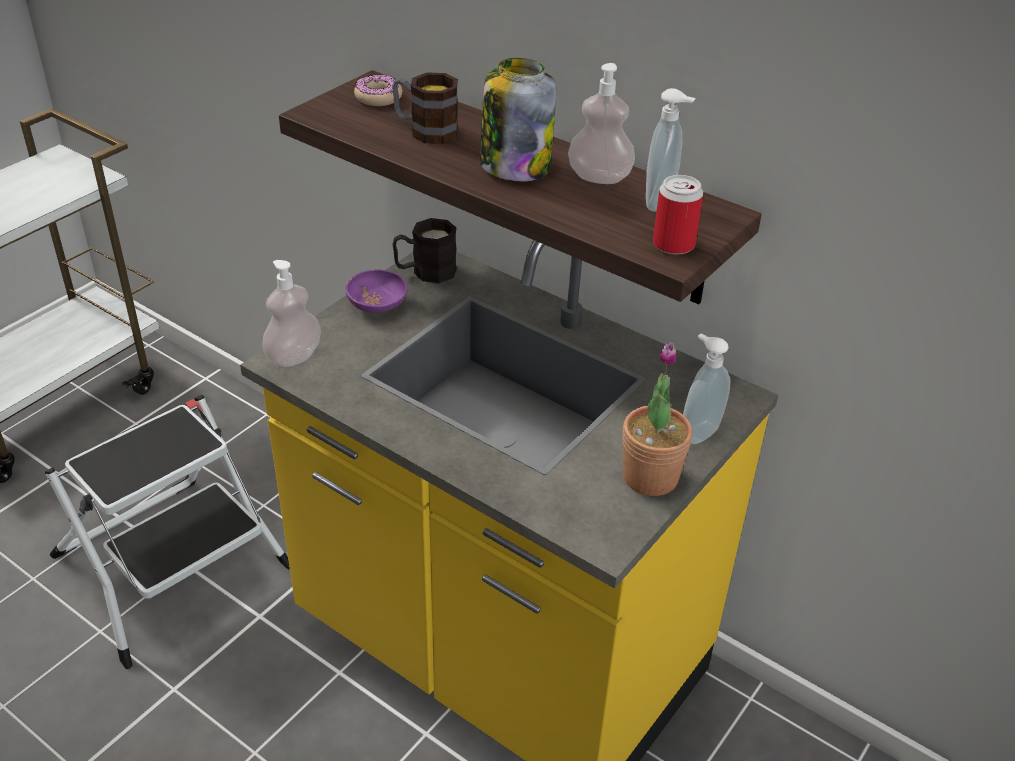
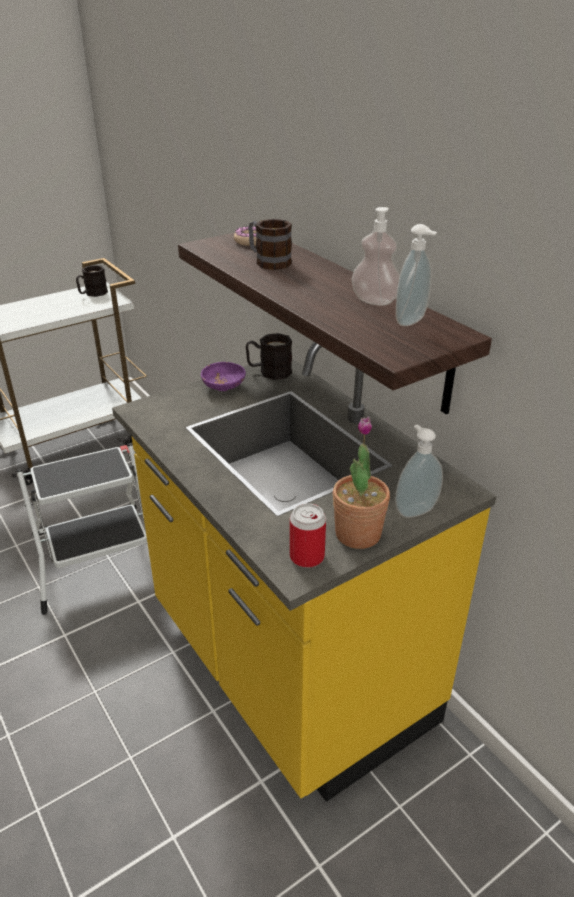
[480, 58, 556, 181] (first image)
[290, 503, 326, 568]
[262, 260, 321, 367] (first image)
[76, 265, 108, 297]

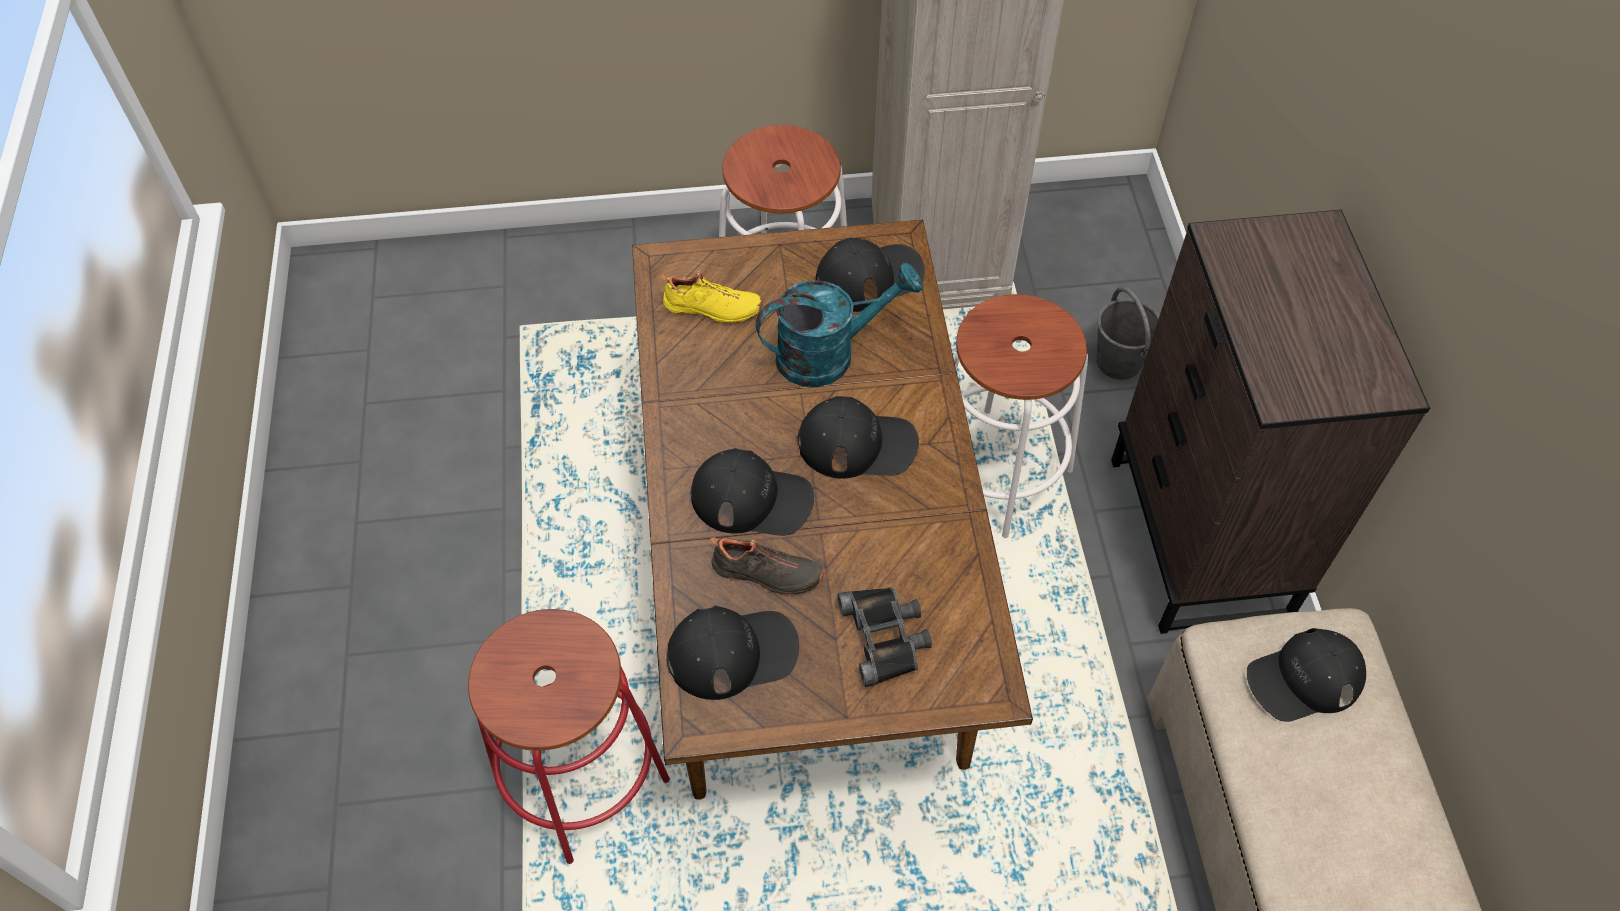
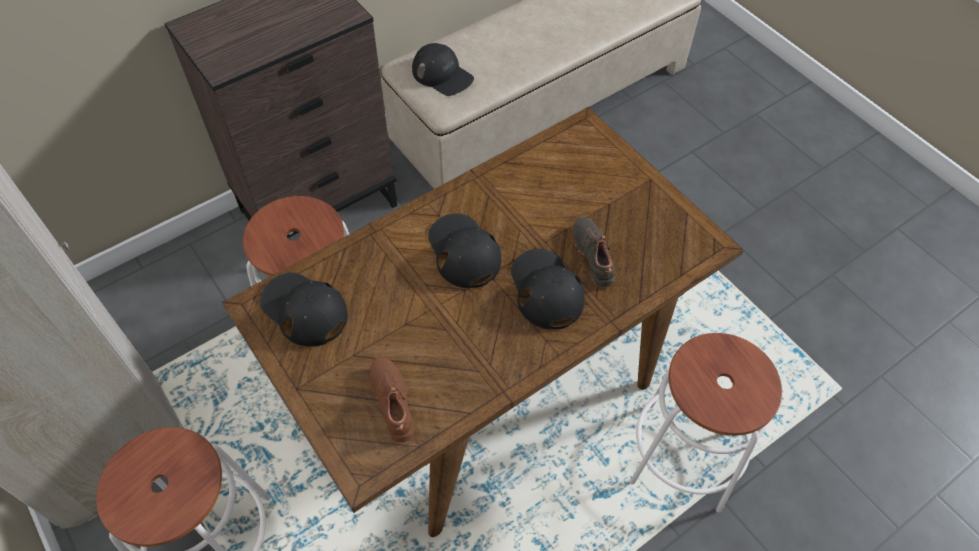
[756, 263, 923, 387] (first image)
[370, 356, 414, 442]
[1096, 286, 1160, 380] (first image)
[838, 587, 932, 687] (first image)
[666, 606, 799, 700] (first image)
[630, 333, 782, 513]

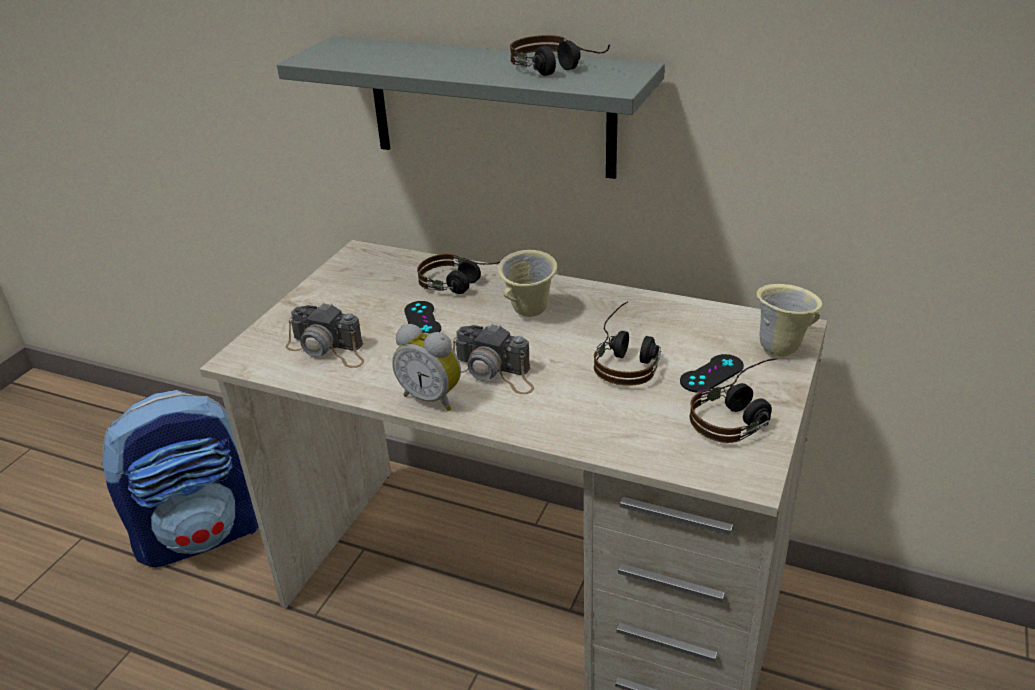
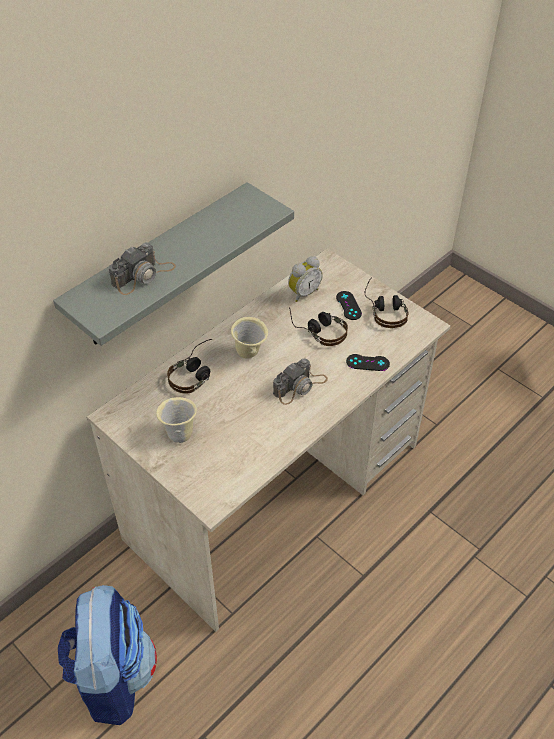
[510, 35, 610, 76] (first image)
[156, 397, 197, 443]
[346, 354, 390, 371]
[109, 242, 176, 295]
[288, 256, 323, 302]

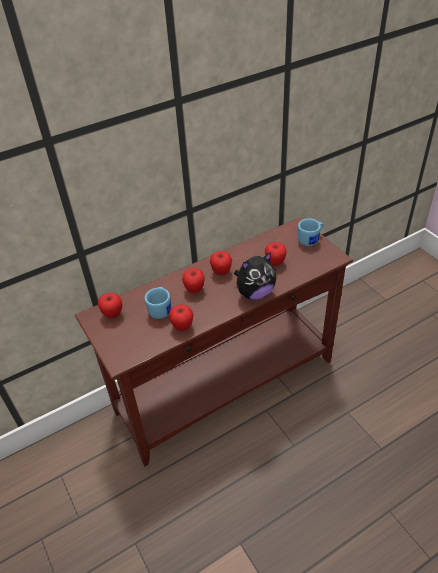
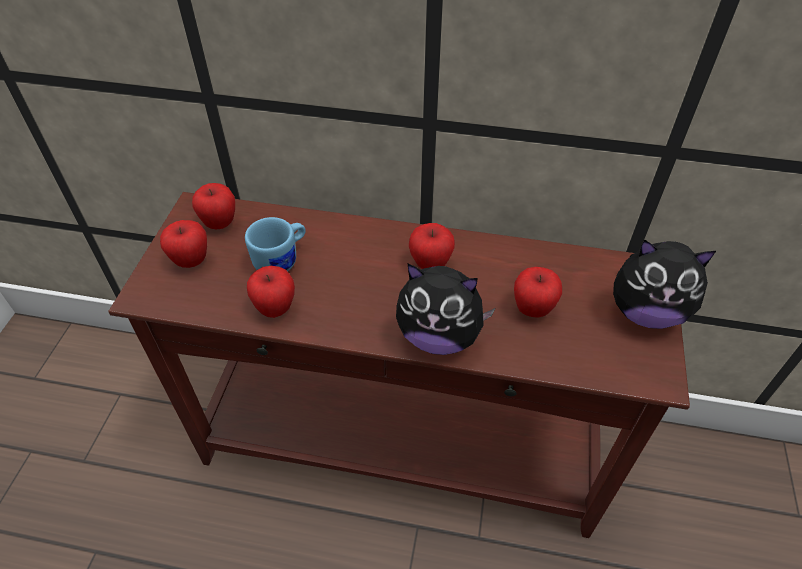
[613, 239, 716, 329]
[160, 220, 207, 268]

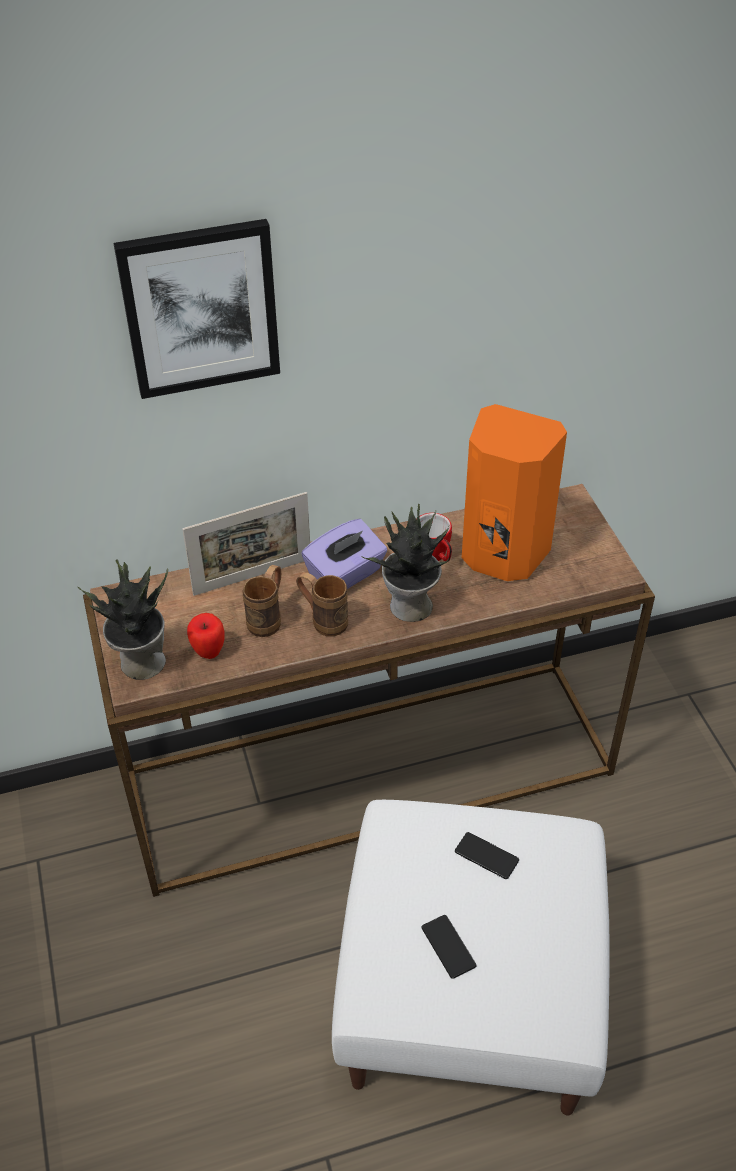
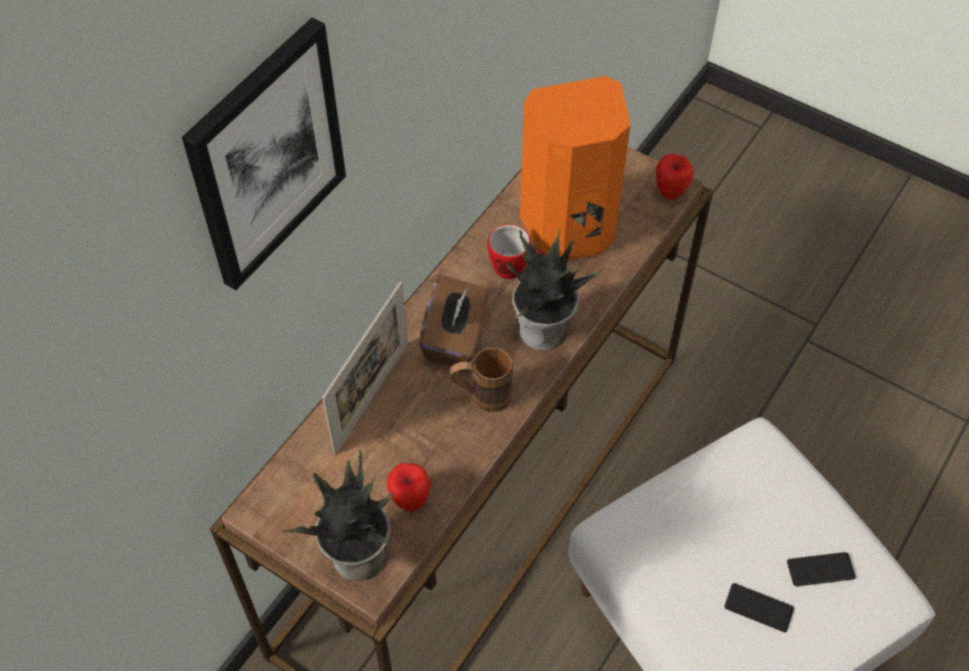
[419, 274, 488, 365]
[243, 565, 281, 637] (first image)
[787, 552, 855, 586]
[656, 154, 694, 200]

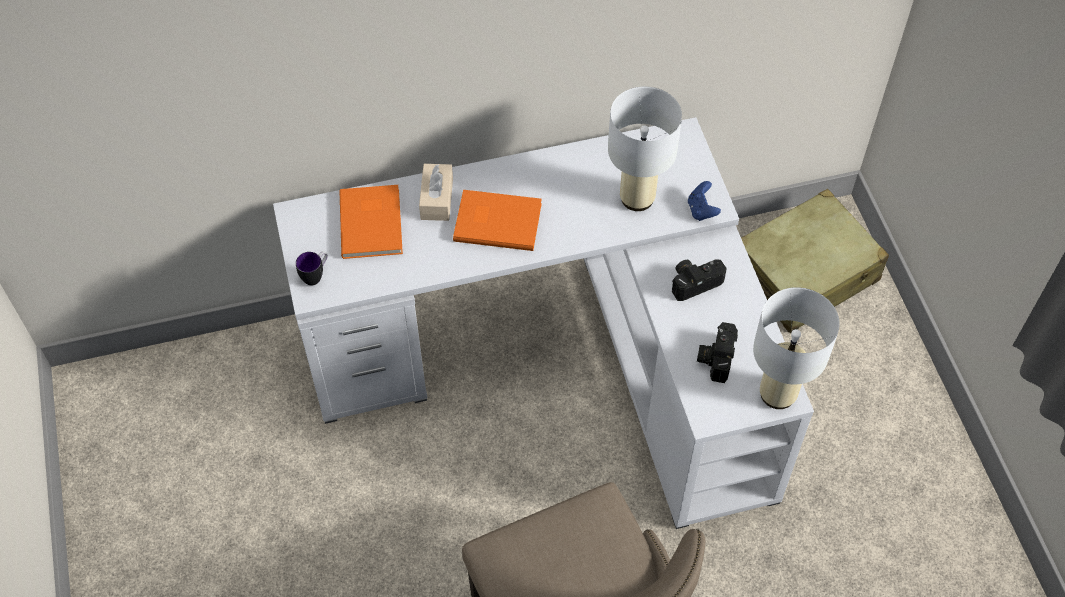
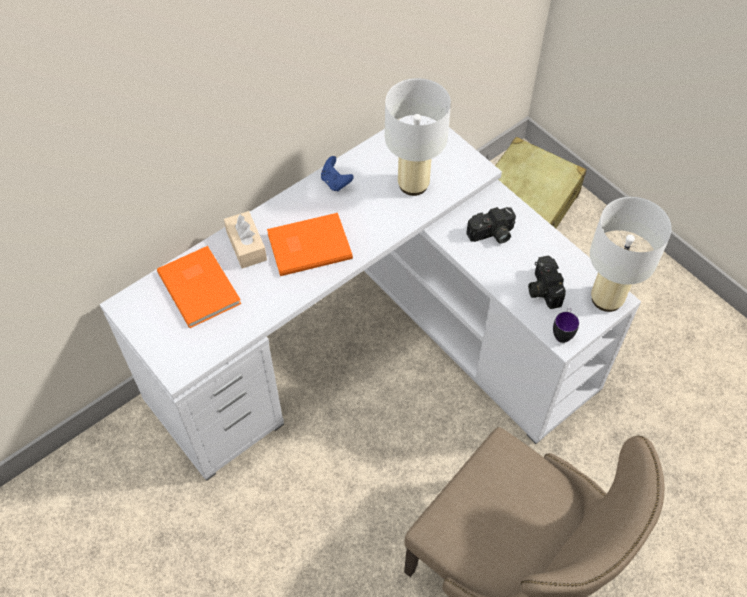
[321, 156, 354, 192]
[553, 308, 579, 343]
[466, 207, 516, 243]

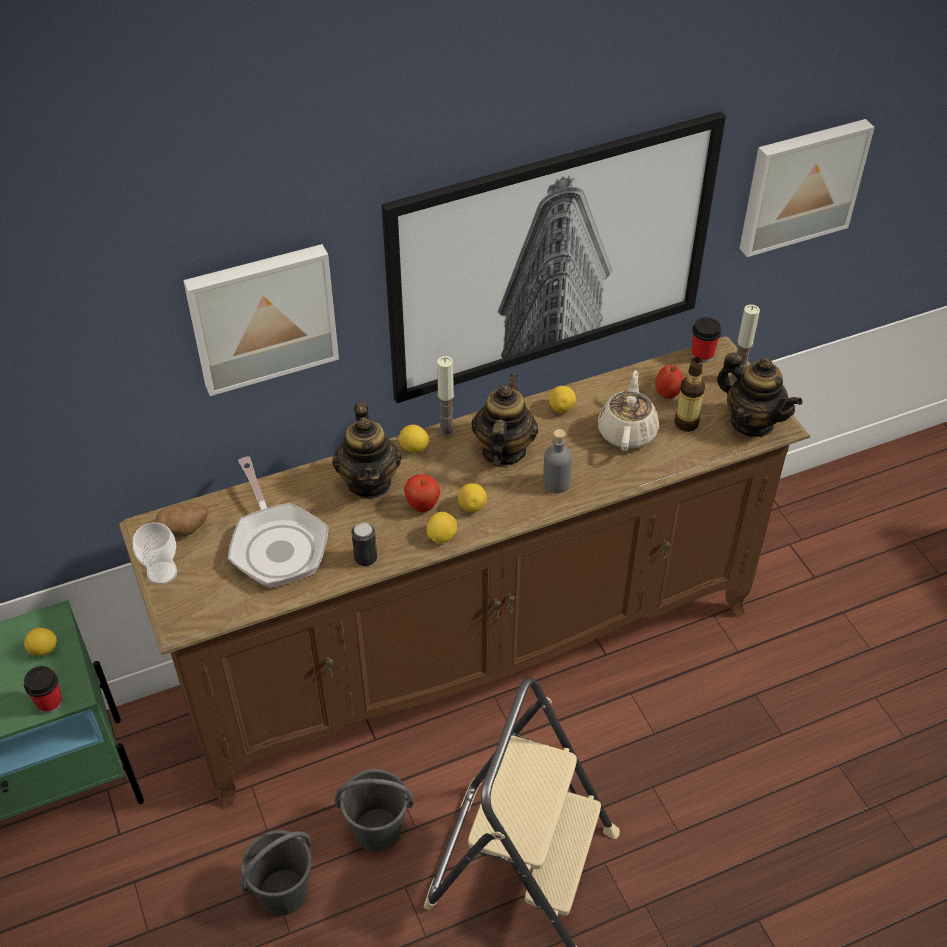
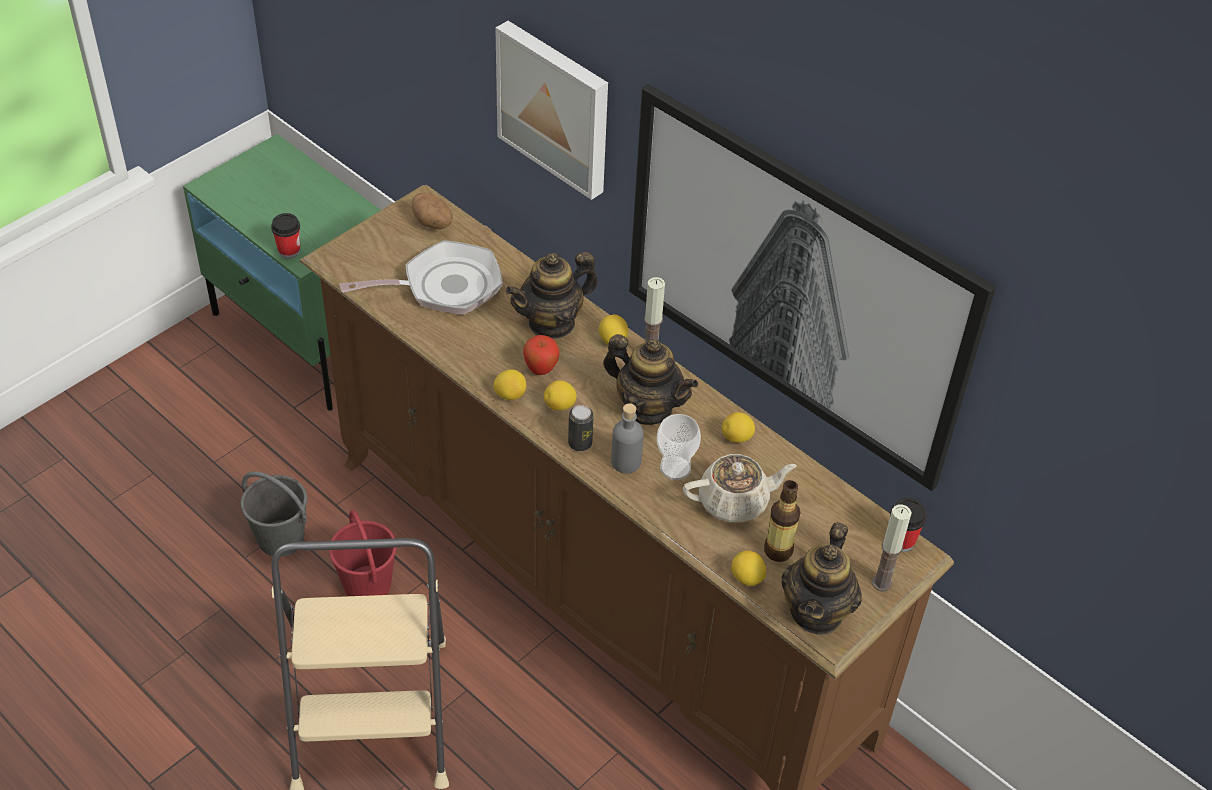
[739, 119, 875, 257] (first image)
[655, 365, 684, 399] (first image)
[603, 334, 698, 425]
[340, 240, 503, 315]
[657, 414, 701, 480]
[568, 405, 594, 451]
[731, 550, 766, 586]
[329, 510, 397, 596]

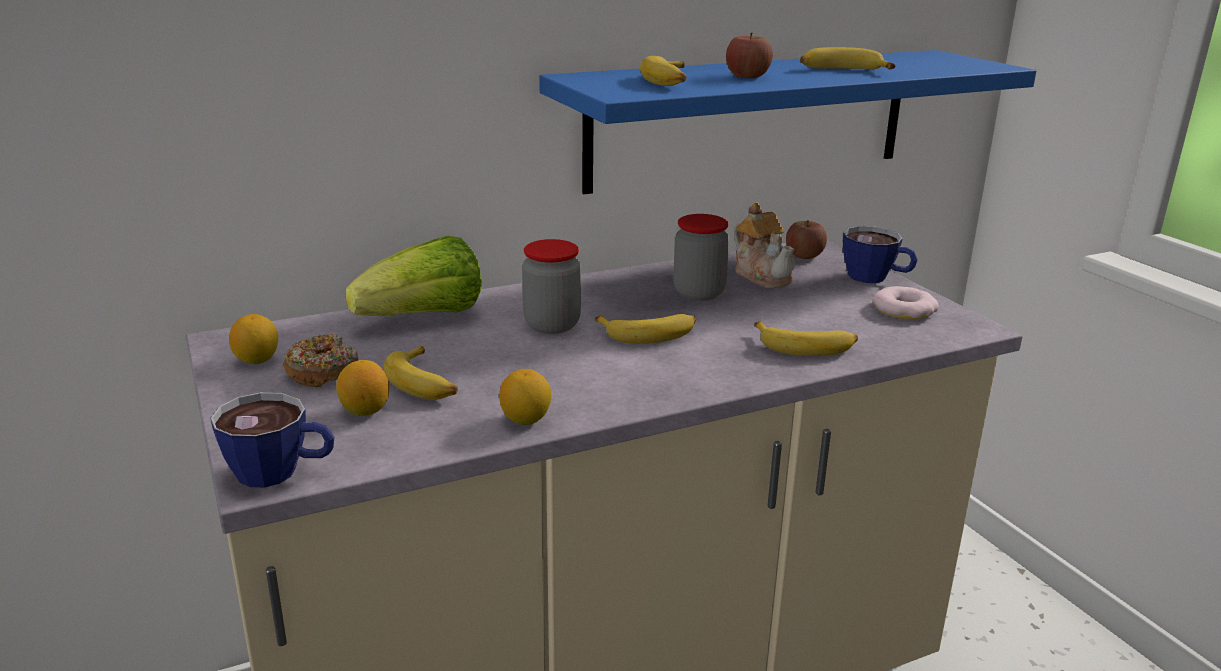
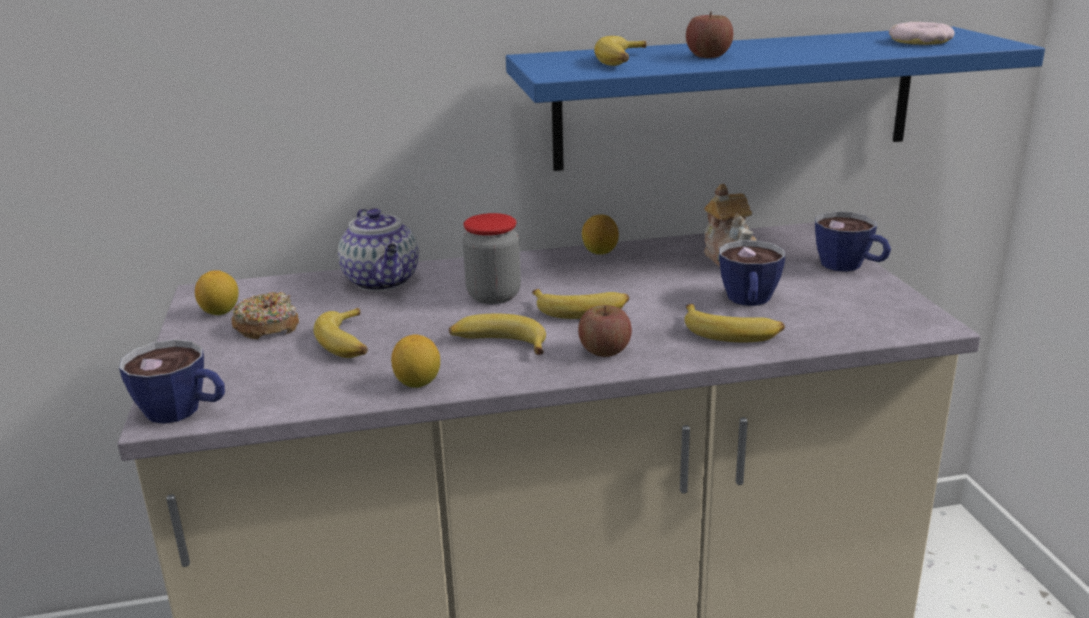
[449, 314, 546, 355]
[673, 214, 729, 301] (first image)
[578, 305, 632, 357]
[338, 208, 419, 291]
[889, 22, 955, 45]
[582, 215, 619, 254]
[719, 240, 785, 306]

